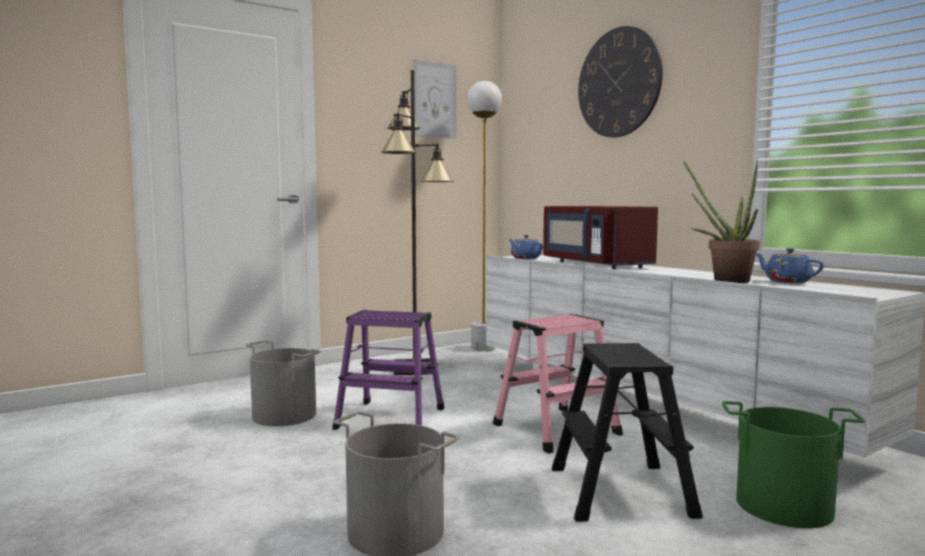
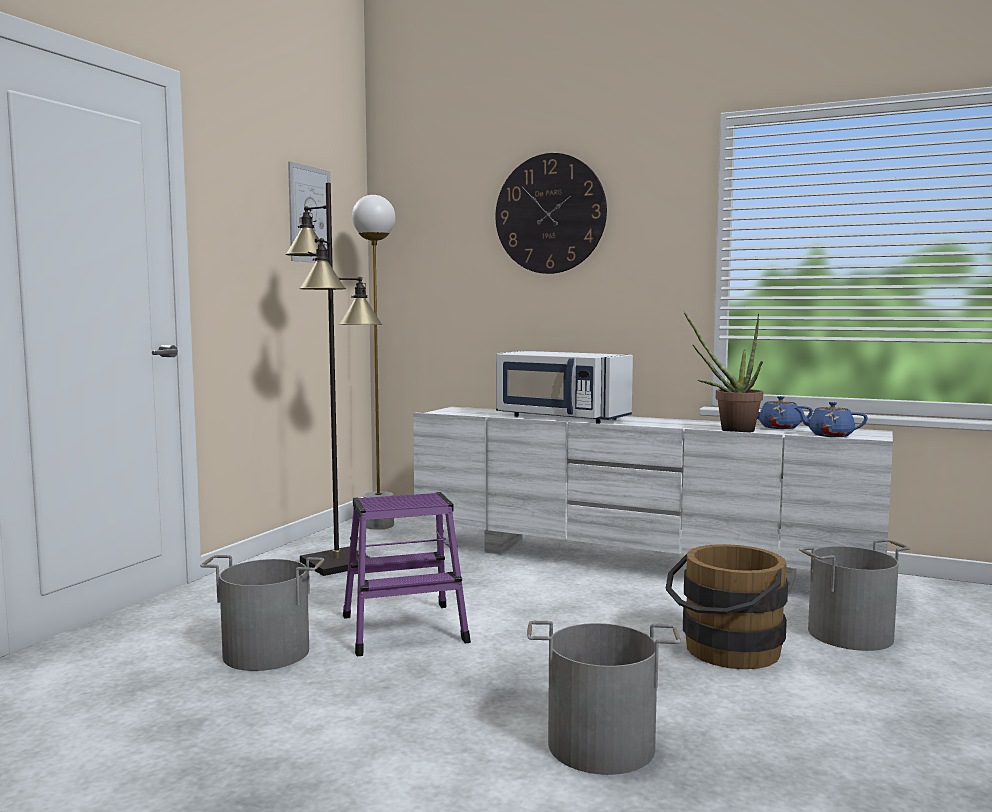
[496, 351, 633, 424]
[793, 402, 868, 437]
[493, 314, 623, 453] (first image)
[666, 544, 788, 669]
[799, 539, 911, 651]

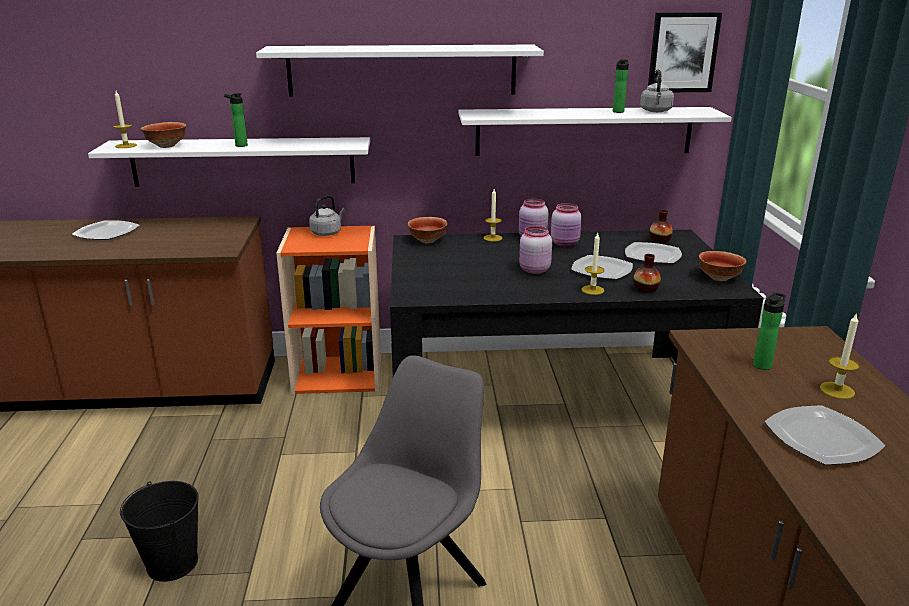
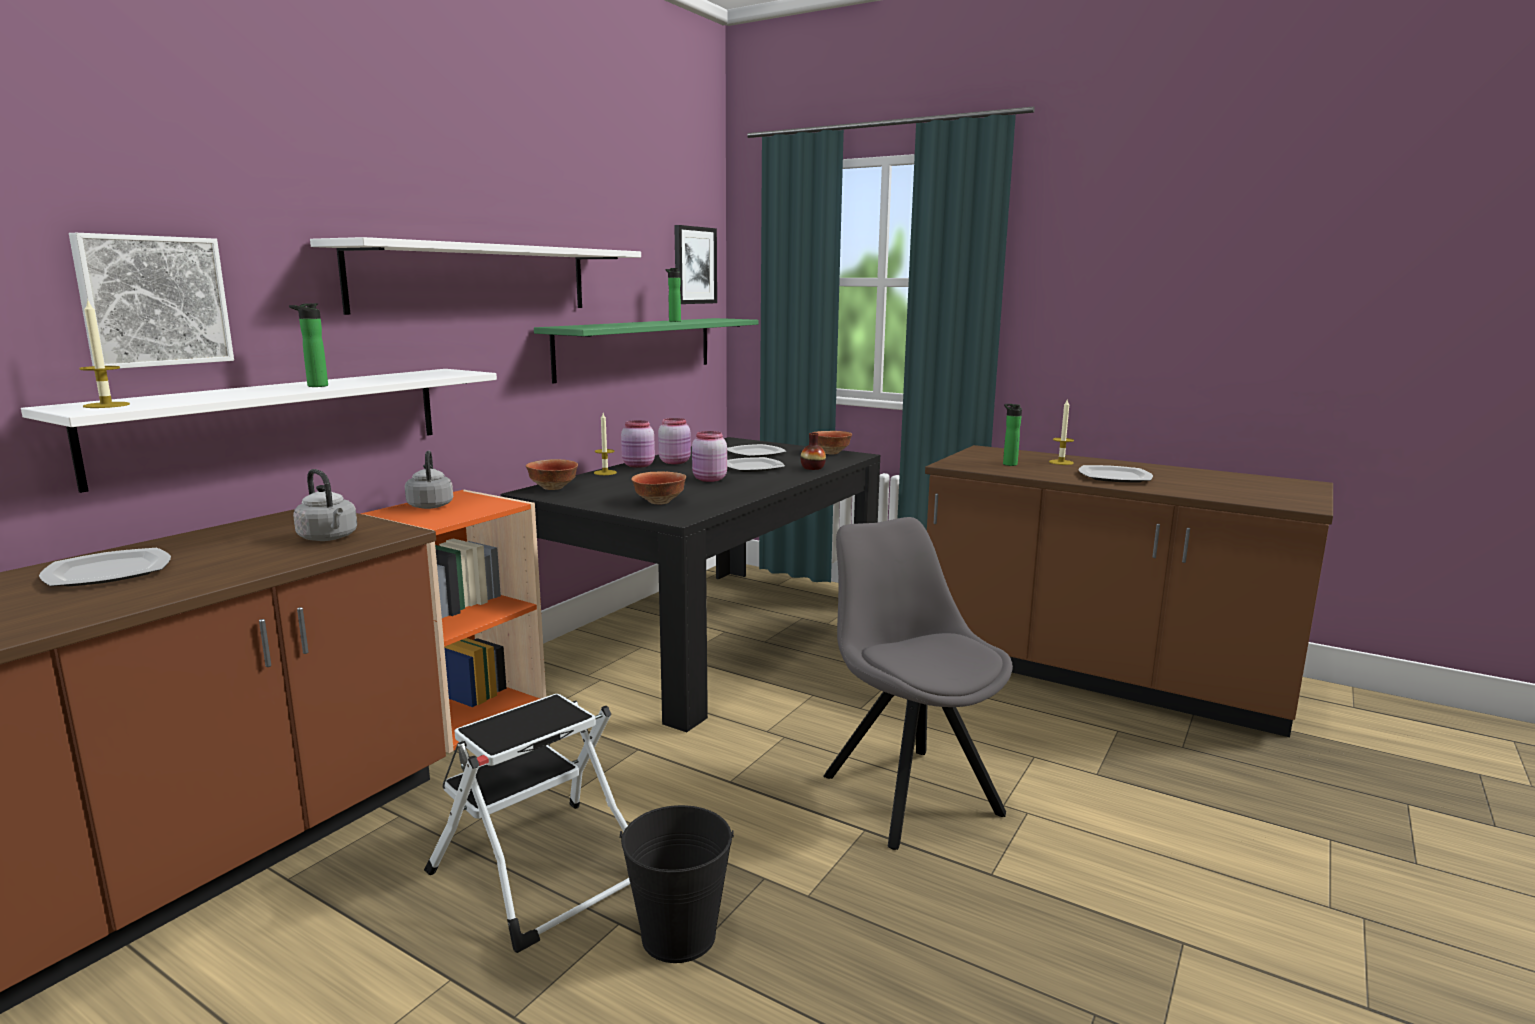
[293, 469, 357, 541]
[534, 318, 759, 383]
[631, 471, 686, 504]
[649, 210, 673, 243] (first image)
[582, 233, 605, 295] (first image)
[69, 233, 234, 369]
[424, 694, 630, 953]

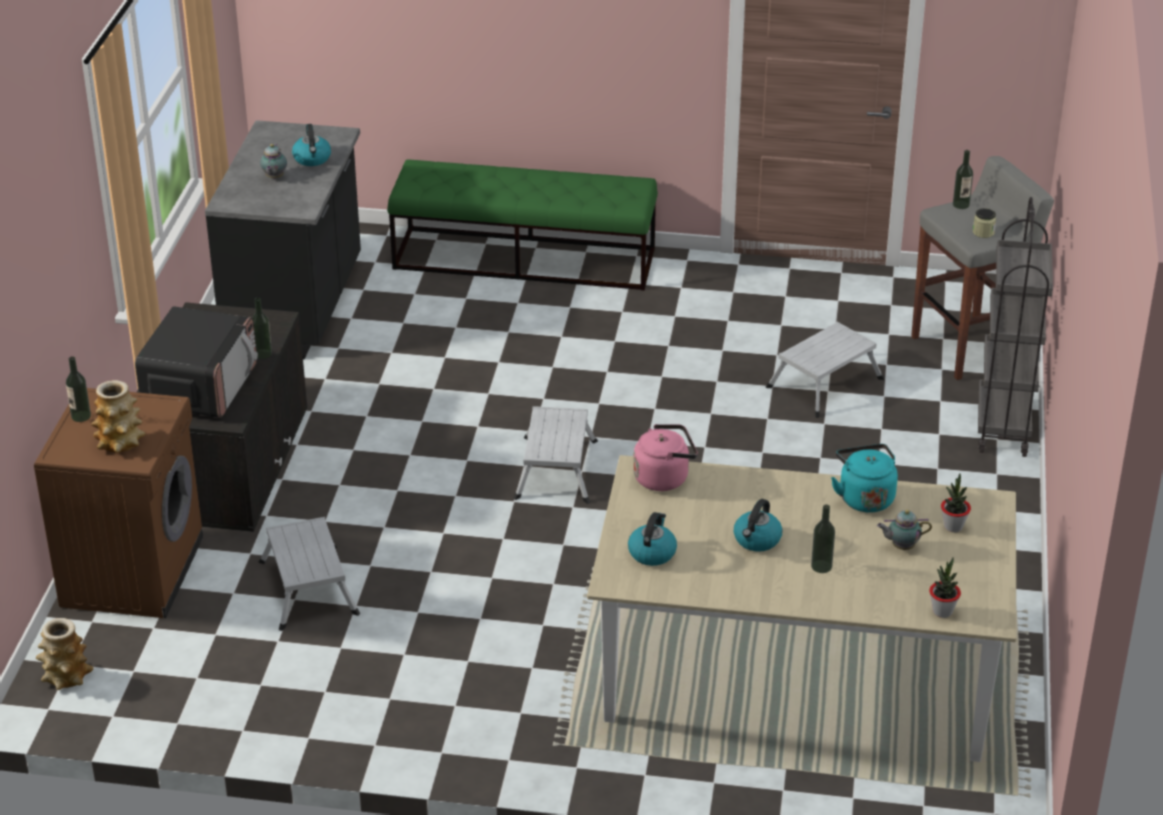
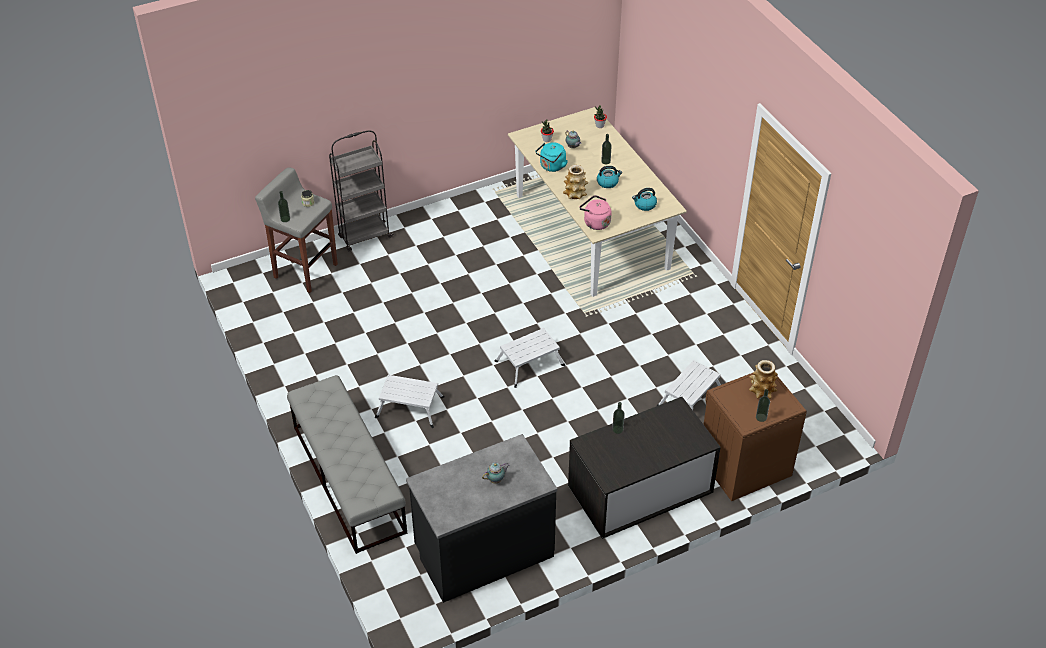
[292, 124, 331, 166] (first image)
[287, 375, 407, 554]
[135, 306, 258, 418] (first image)
[375, 374, 444, 428]
[563, 165, 588, 199]

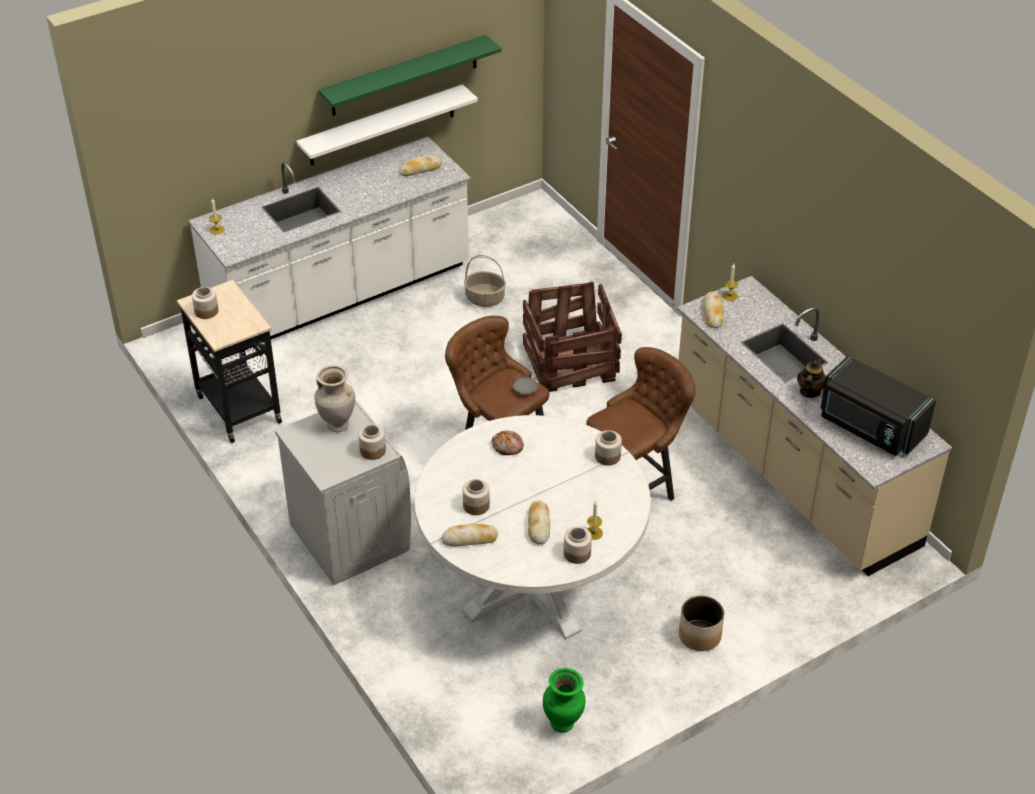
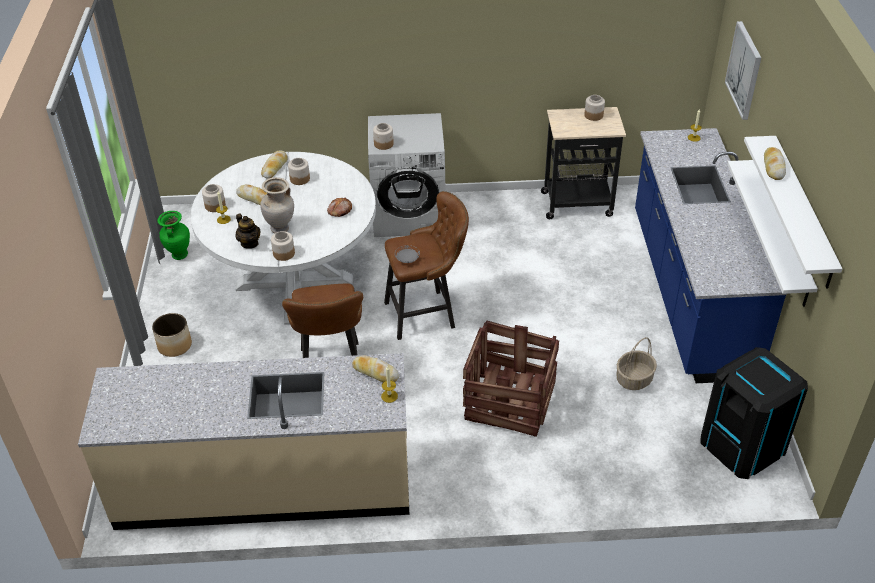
[744, 136, 843, 289]
[635, 128, 787, 383]
[764, 147, 786, 180]
[235, 213, 260, 249]
[820, 356, 936, 456] (first image)
[260, 177, 294, 233]
[725, 21, 761, 120]
[701, 347, 808, 479]

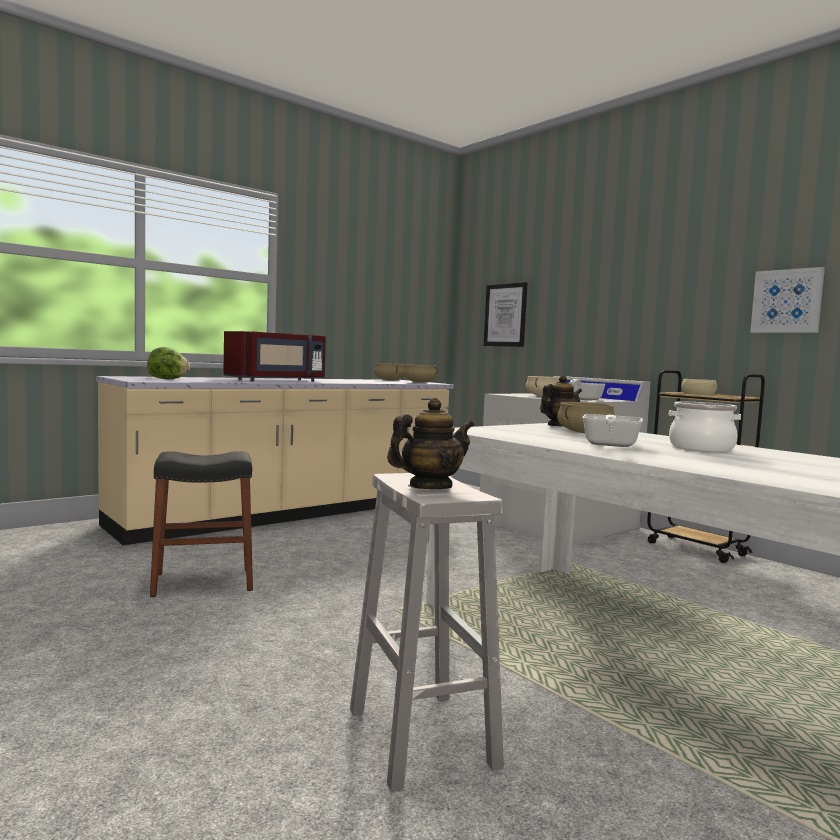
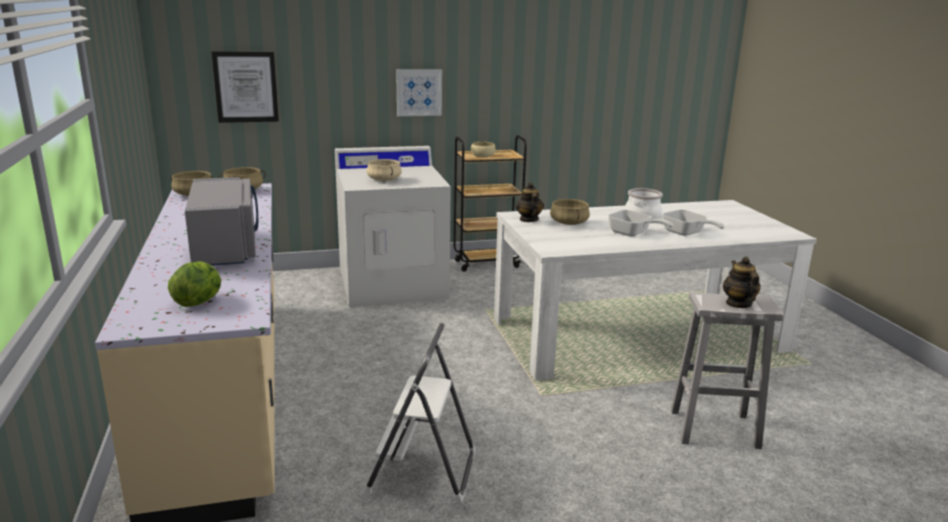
[396, 69, 442, 116]
[185, 177, 258, 266]
[662, 210, 725, 236]
[361, 323, 475, 504]

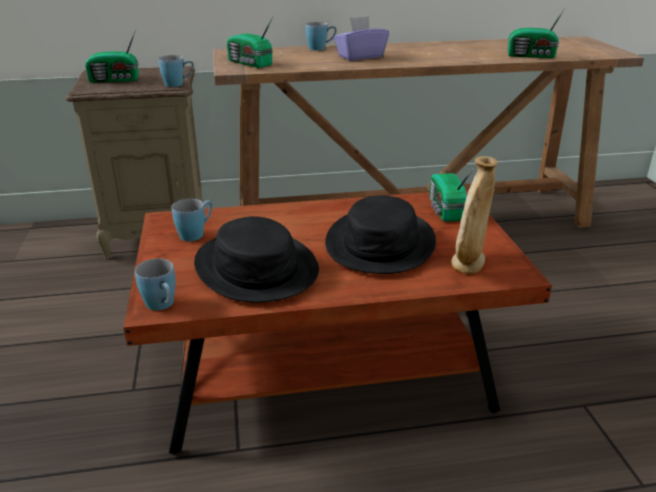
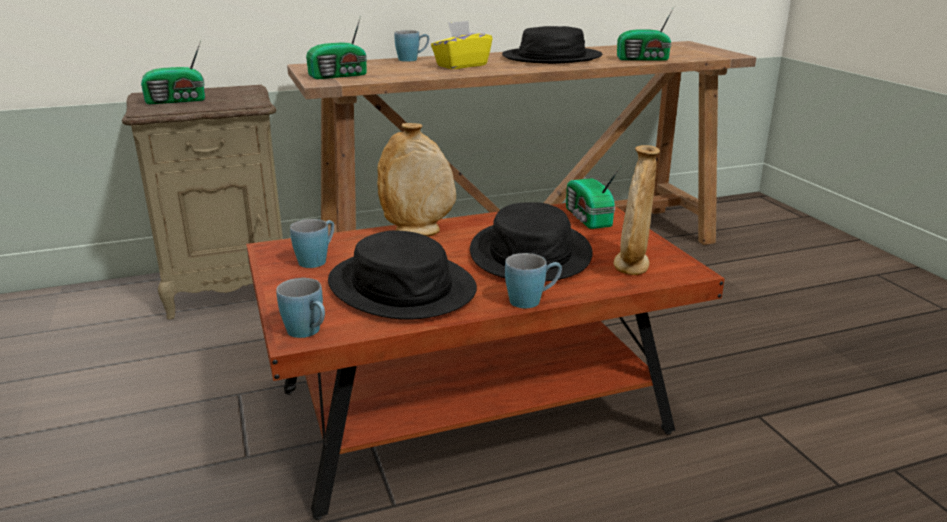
[306, 16, 367, 80]
[431, 21, 493, 69]
[505, 253, 562, 308]
[502, 26, 602, 64]
[377, 123, 456, 236]

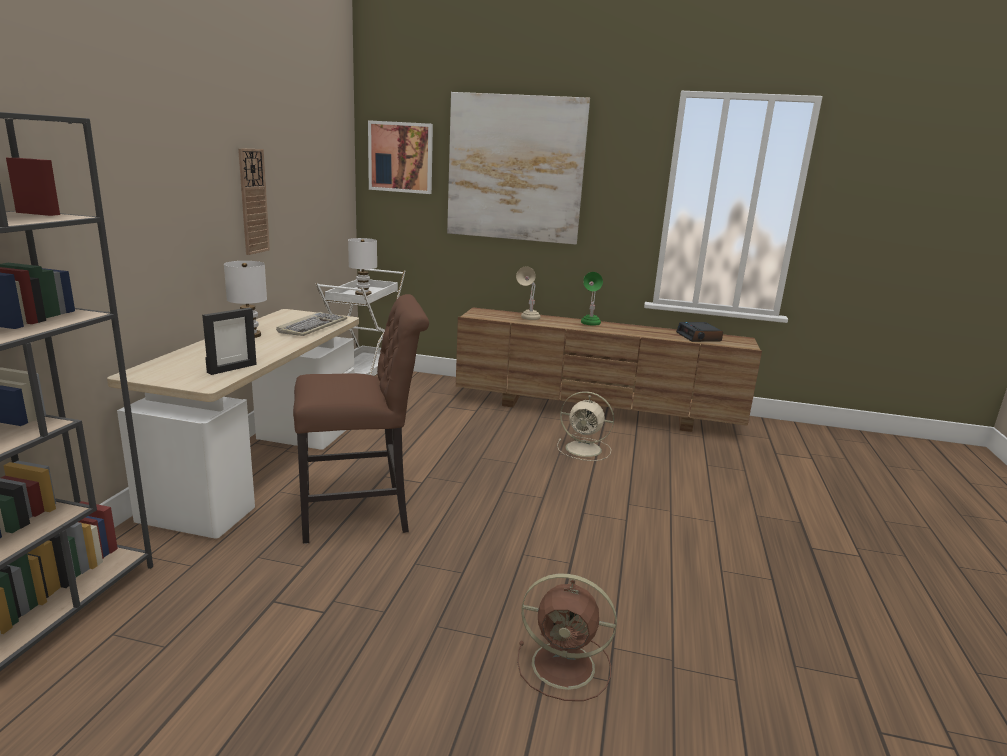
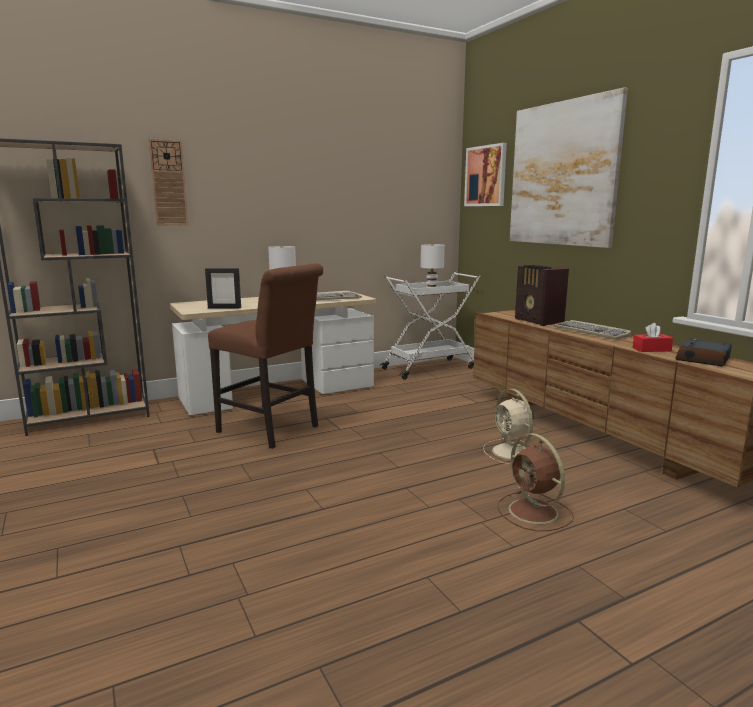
[149, 139, 188, 225]
[515, 265, 569, 326]
[553, 320, 632, 339]
[498, 433, 574, 531]
[633, 323, 673, 352]

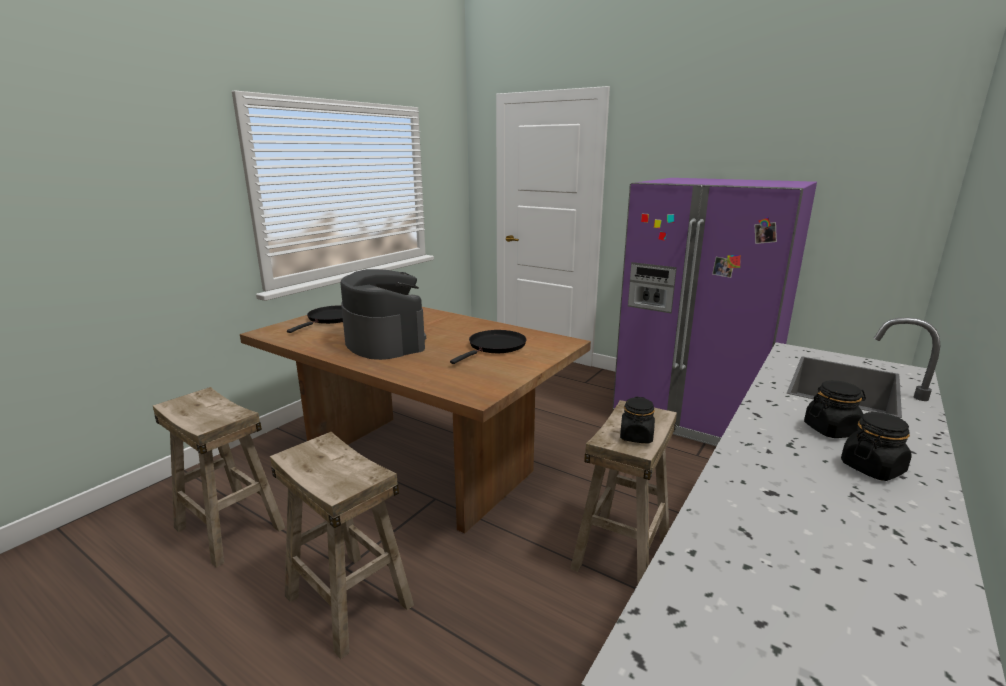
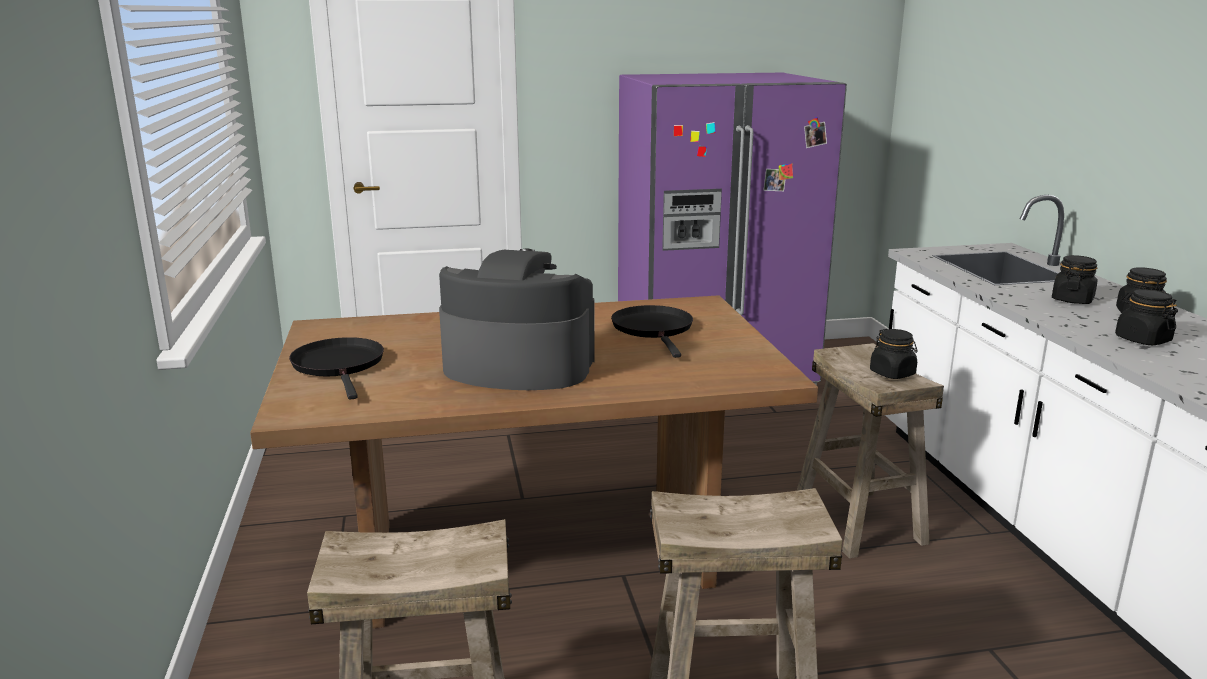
[1115, 289, 1178, 345]

